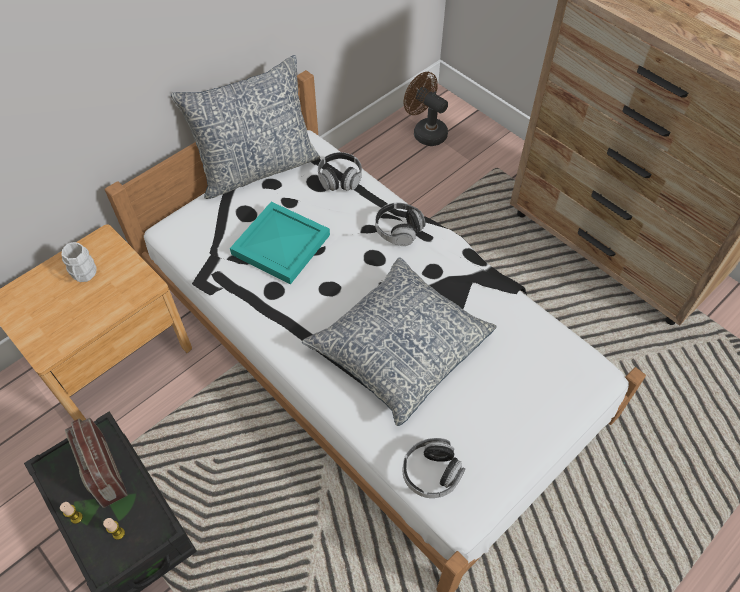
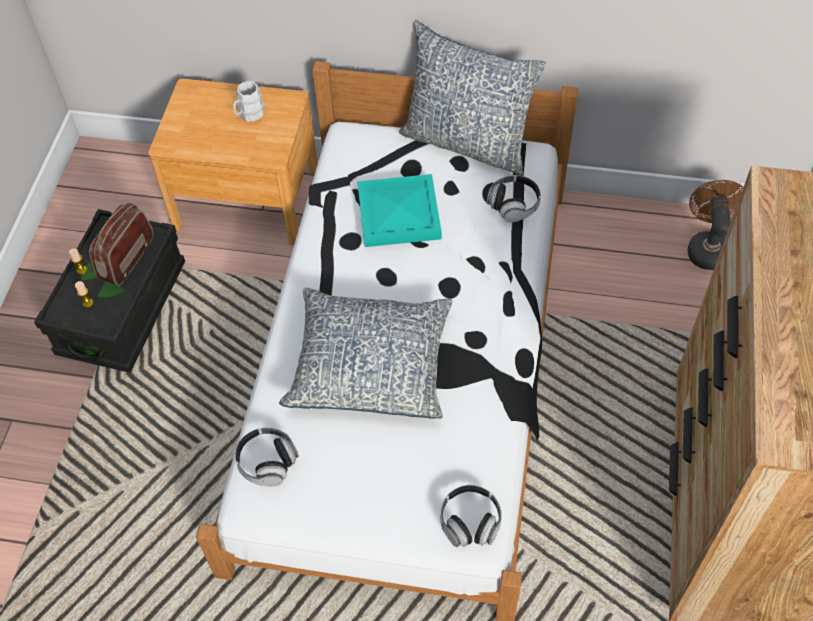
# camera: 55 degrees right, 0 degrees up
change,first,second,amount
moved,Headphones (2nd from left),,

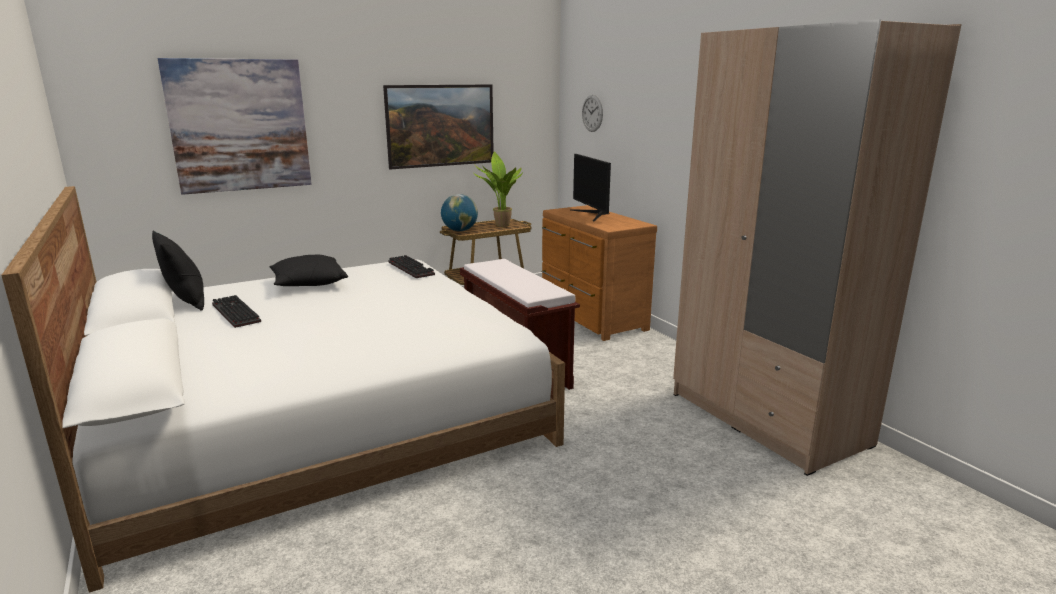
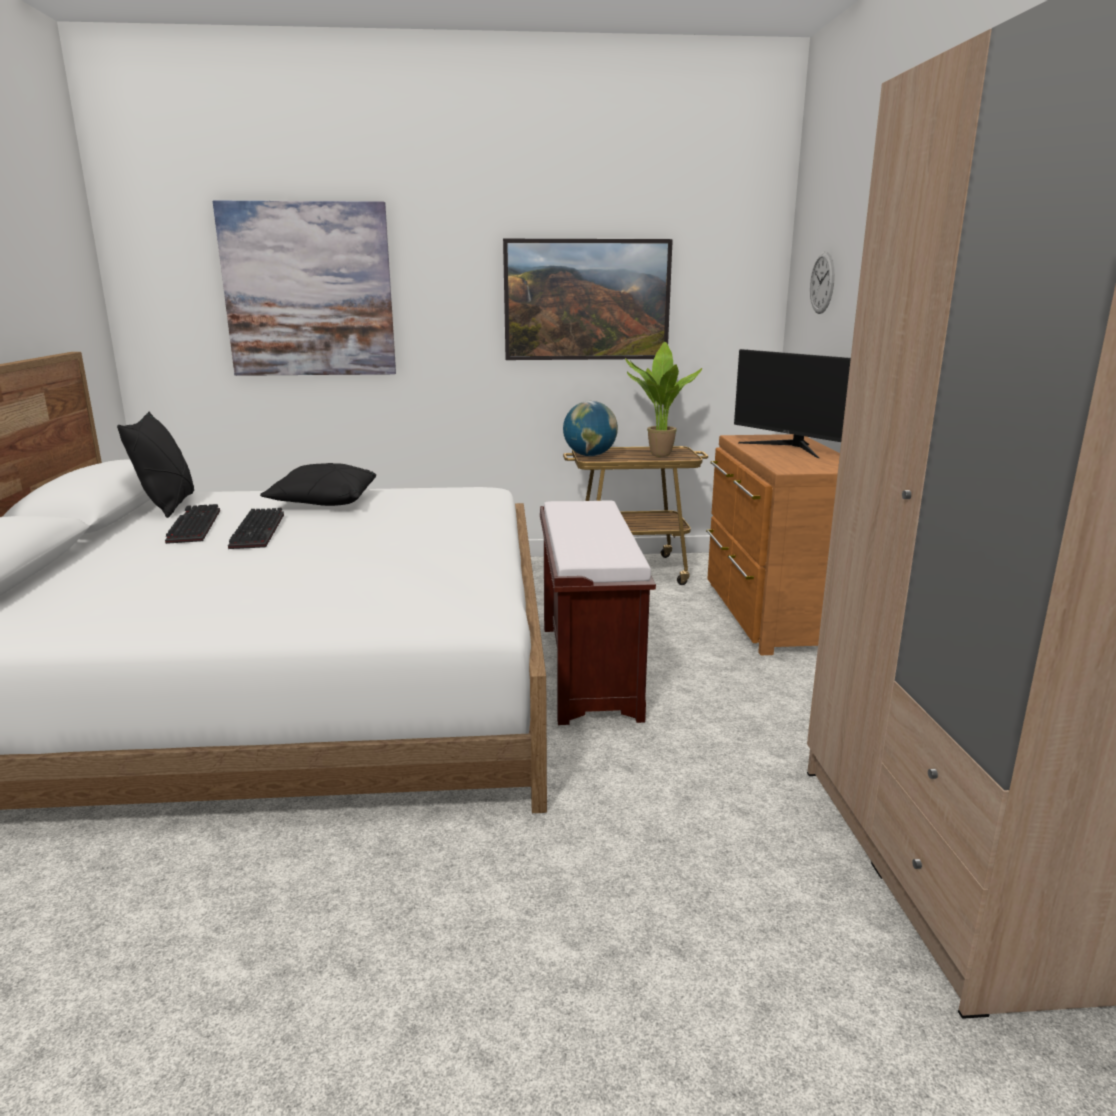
# camera: 25 degrees right, 0 degrees up
change,first,second,amount
moved,Keyboard (2nd from left),,
turned,Monitor,,45 degrees counterclockwise

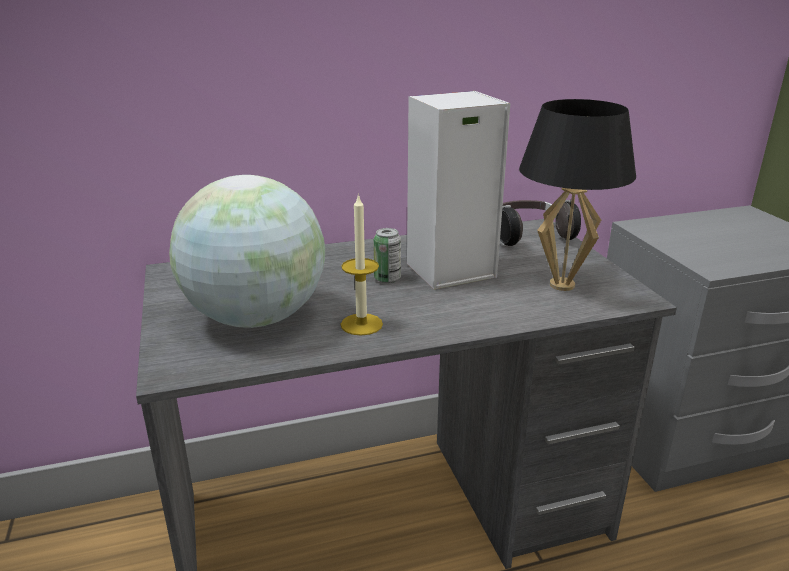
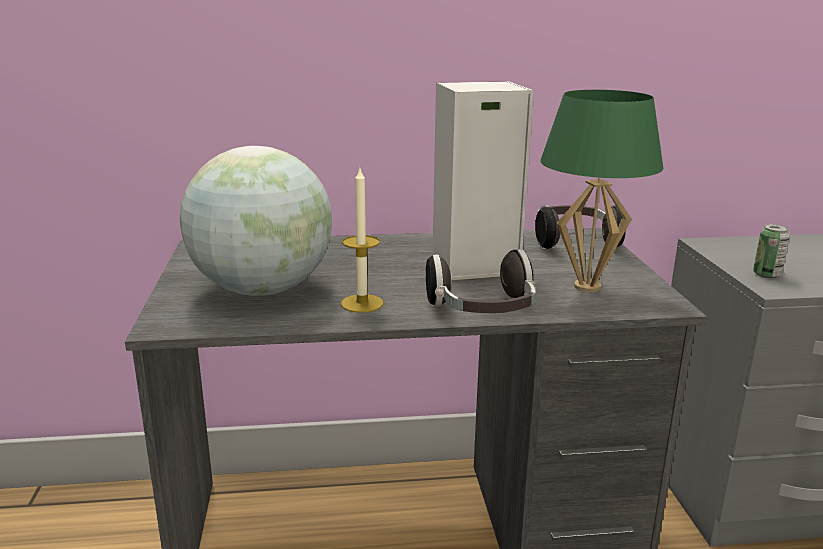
# camera: 10 degrees right, 5 degrees down
change,first,second,amount
added,,Headphones (1st from left),
moved,Can,,
recoloured,BlackTableLamp,GreenTableLamp,

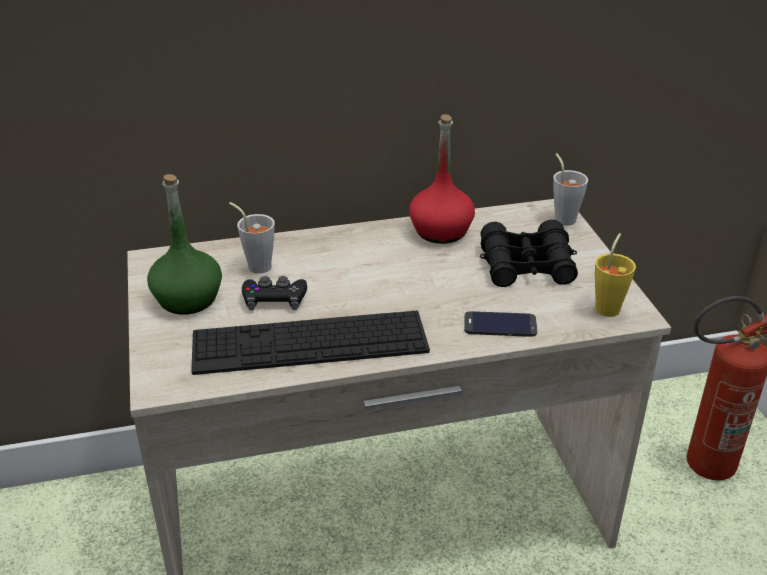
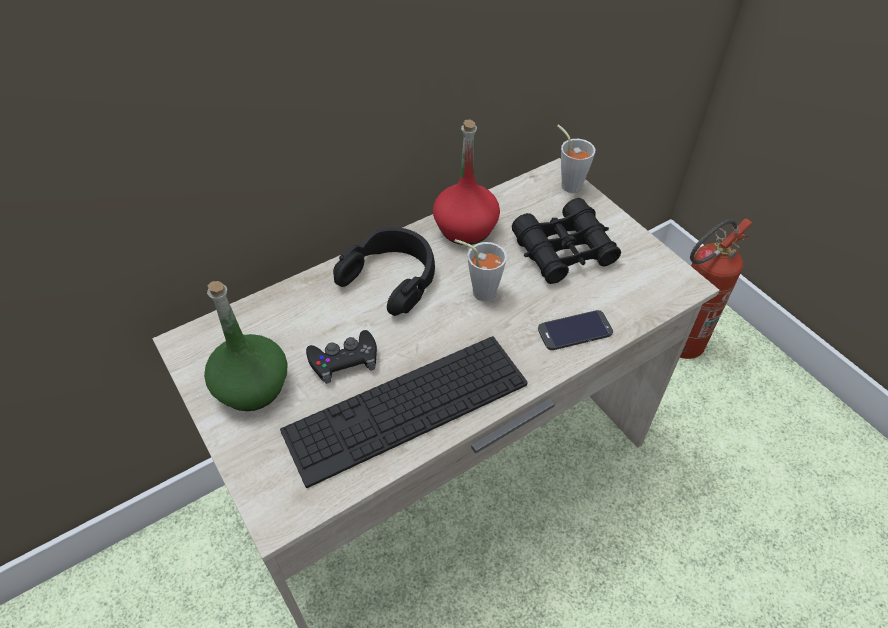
# camera: 20 degrees left, 15 degrees up
change,first,second,amount
removed,YellowCup,,
added,,BlackHeadphones,
moved,GreyCup (1st from left),,

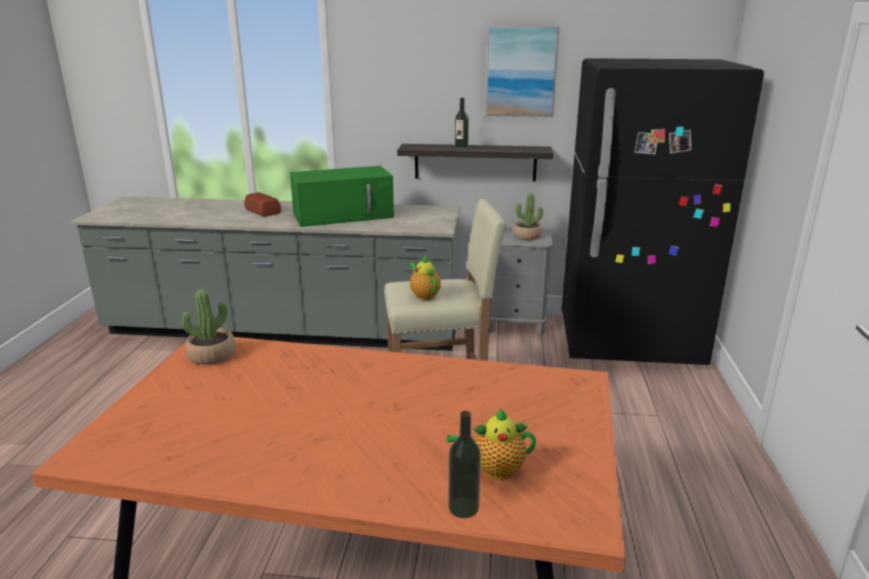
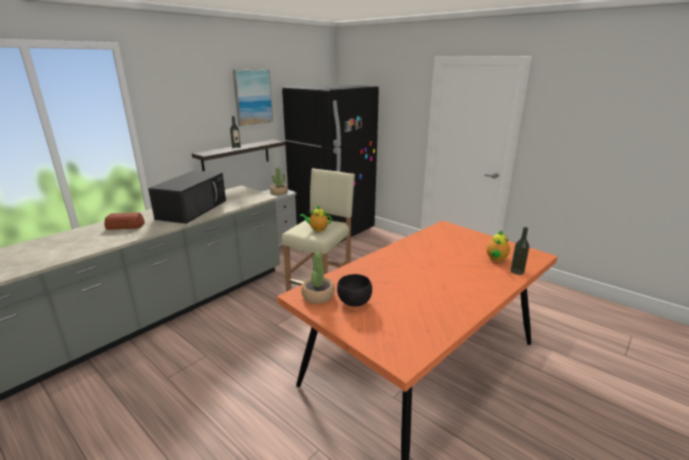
# camera: 55 degrees left, 0 degrees up
change,first,second,amount
added,,BlackBowl,
recoloured,GreenMicrowave,BlackMicrowave,

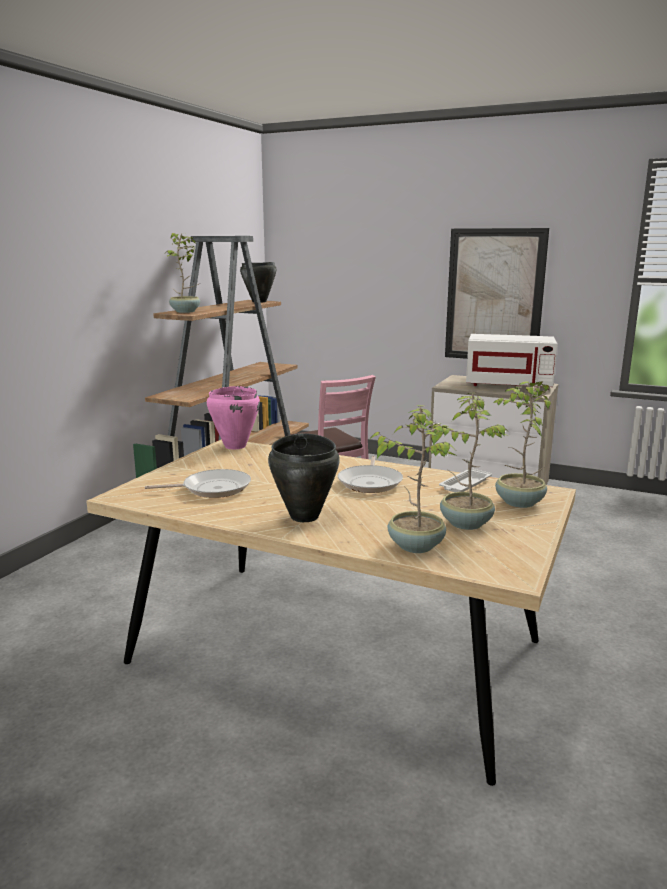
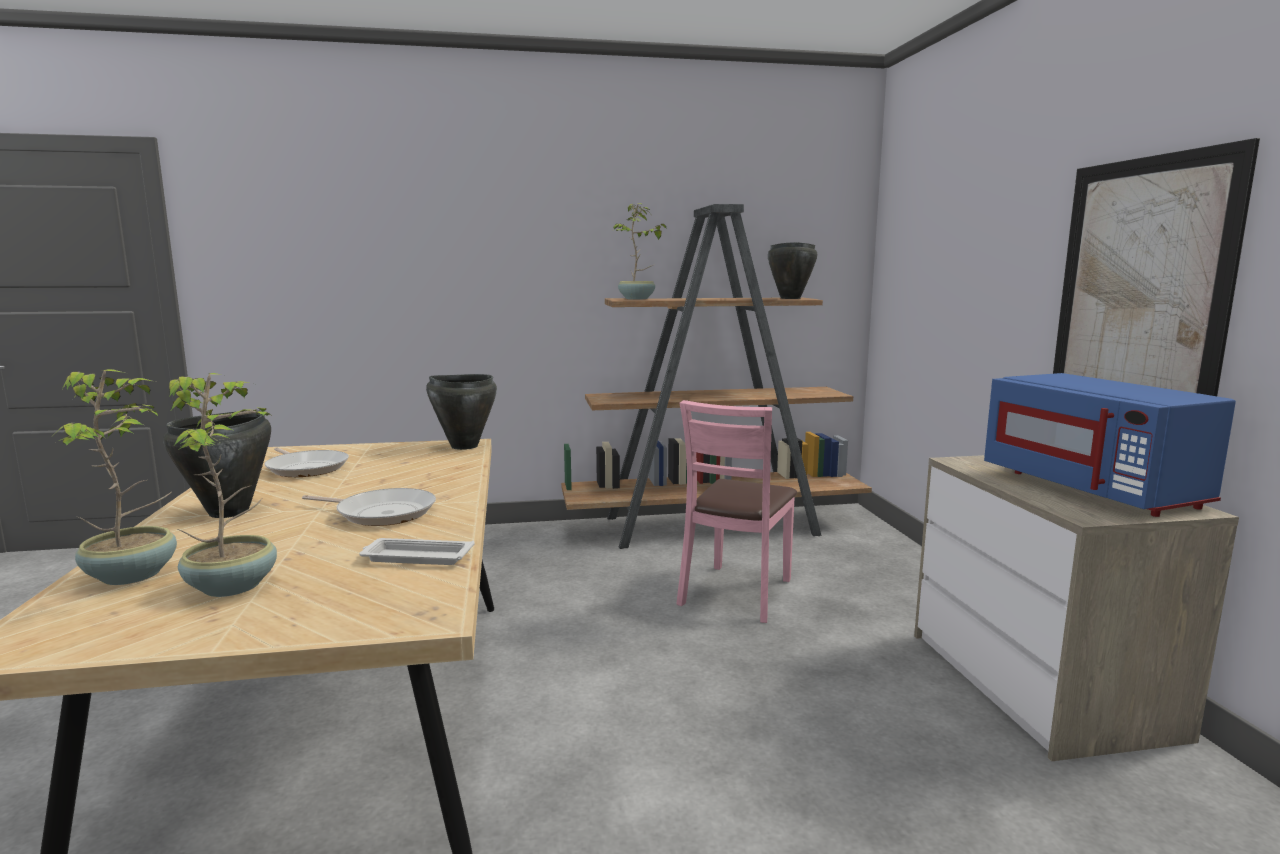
# camera: 55 degrees right, 5 degrees down
change,first,second,amount
removed,PottedPlant (4th from left),,
recoloured,PinkCookingPot,BlackCookingPot (2nd from left),
recoloured,WhiteMicrowave,BlueMicrowave,
turned,FryingPan (2nd from left),,135 degrees counterclockwise

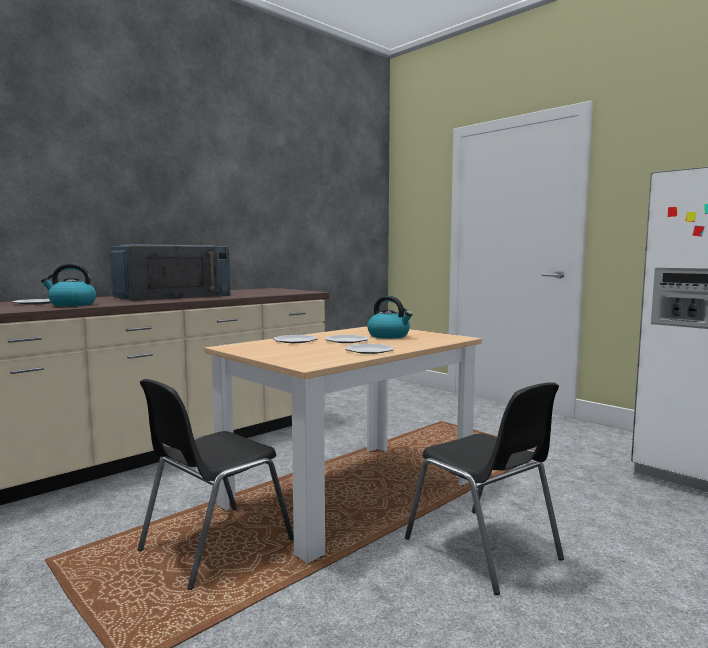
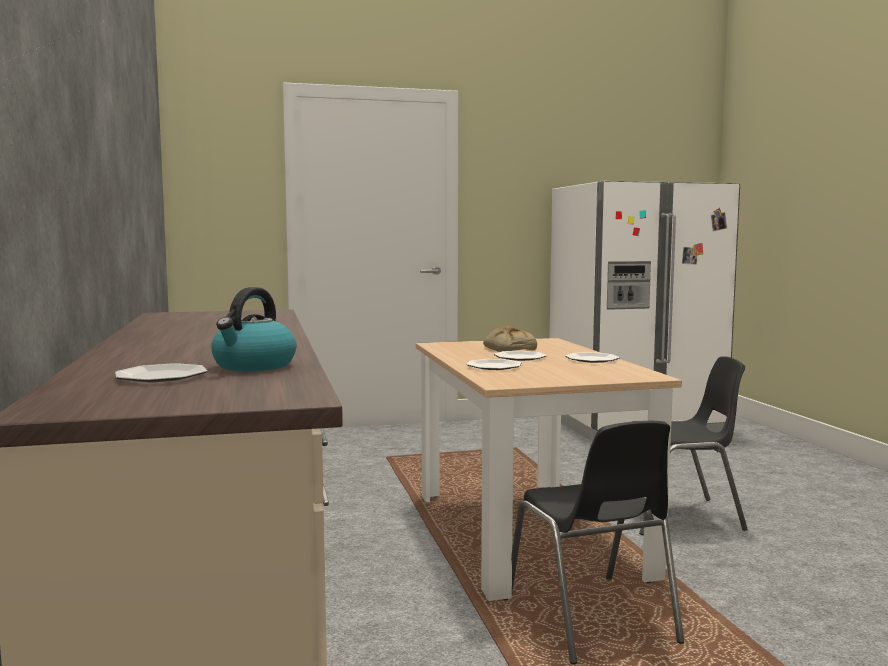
# camera: 60 degrees left, 0 degrees up
change,first,second,amount
removed,BlueMicrowave,,
replaced,Kettle (2nd from left),Bread,

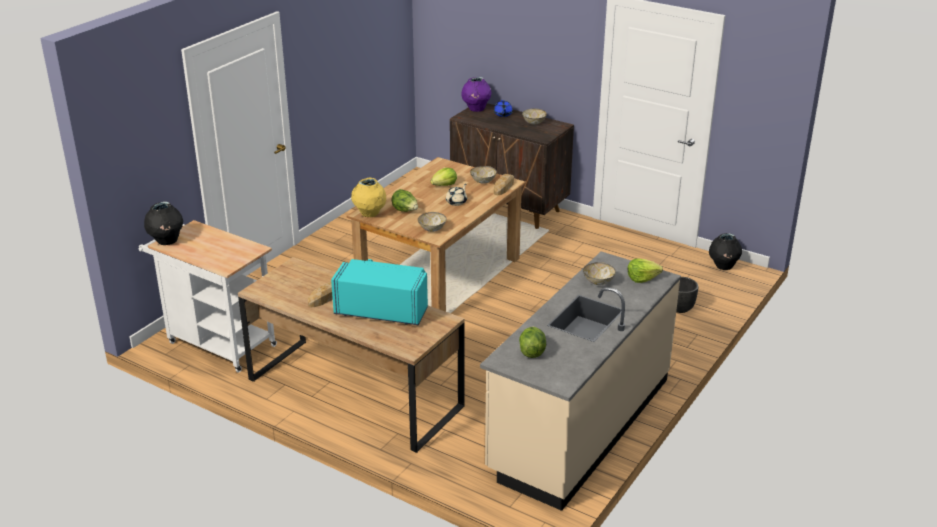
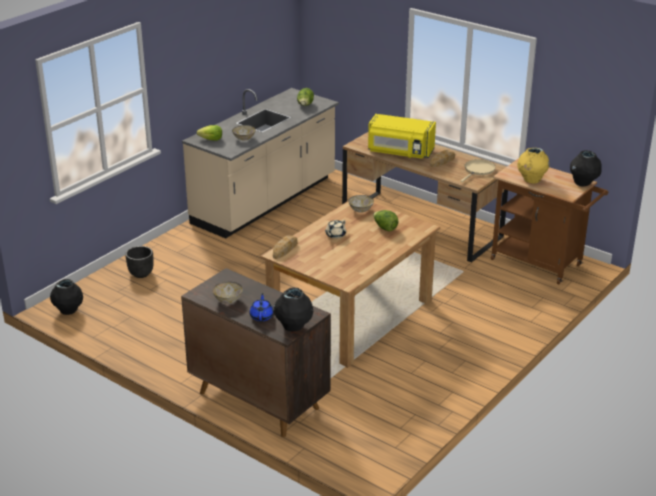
# camera: 175 degrees left, 0 degrees up
change,first,second,amount
removed,Lettuce (2nd from left),,
removed,Bowl (2nd from left),,
added,,BeigeFryingPan,
moved,YellowVase,,
recoloured,WhiteCart,BrownCart,
recoloured,TurquoiseMicrowave,YellowMicrowave,
recoloured,PurpleVase,BlackVase (2nd from left),

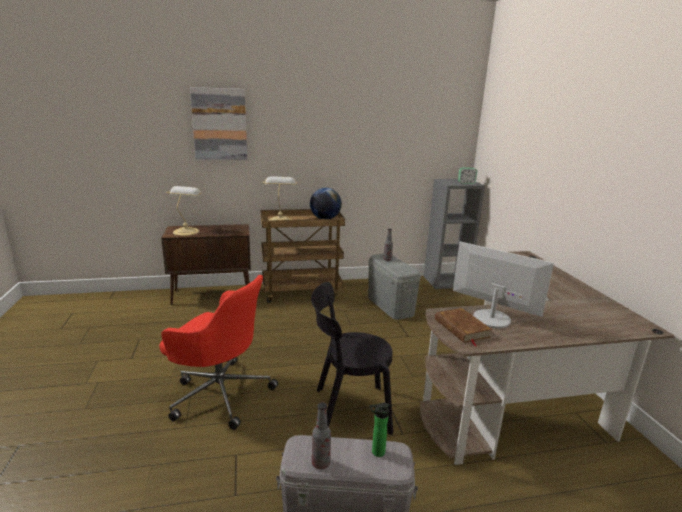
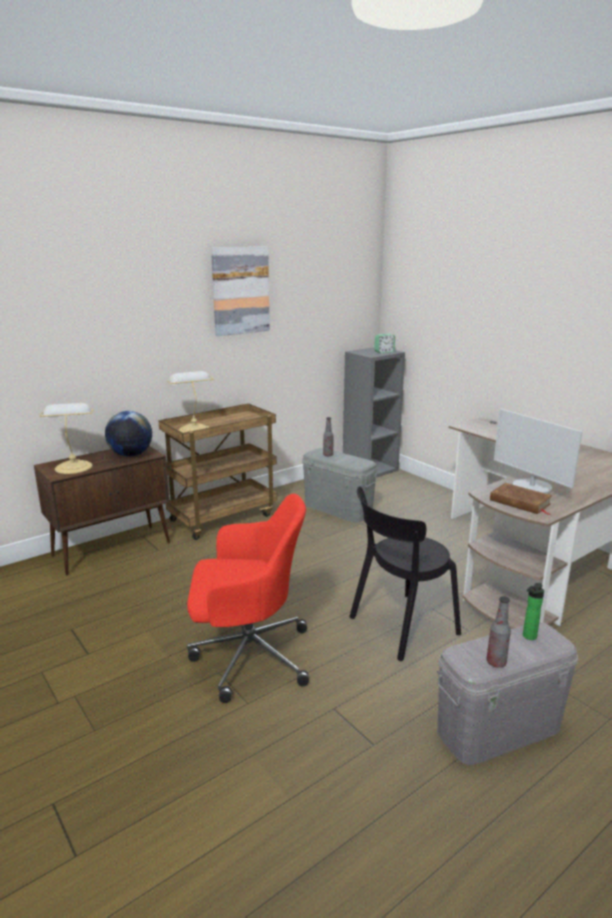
# camera: 25 degrees left, 0 degrees up
change,first,second,amount
moved,Picture,,
moved,Globe,,
turned,Monitor,,135 degrees counterclockwise

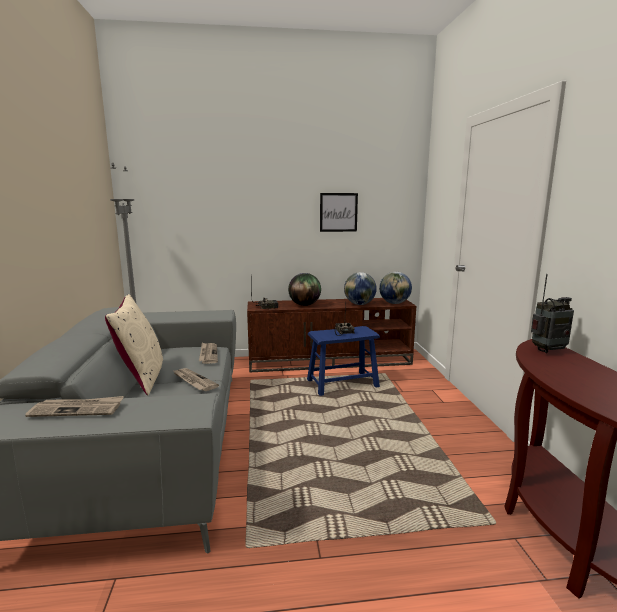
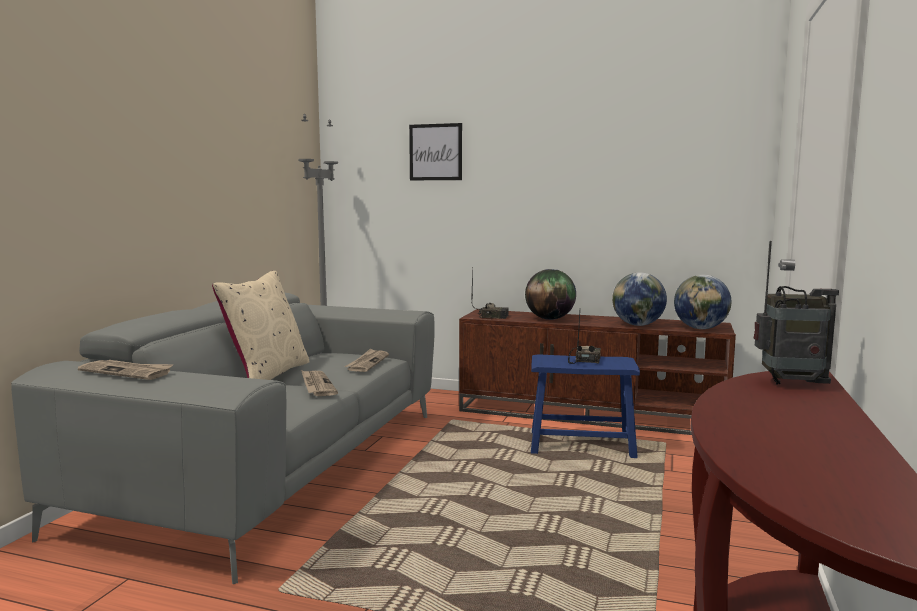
# camera: 25 degrees right, 5 degrees down
change,first,second,amount
moved,Picture,,

